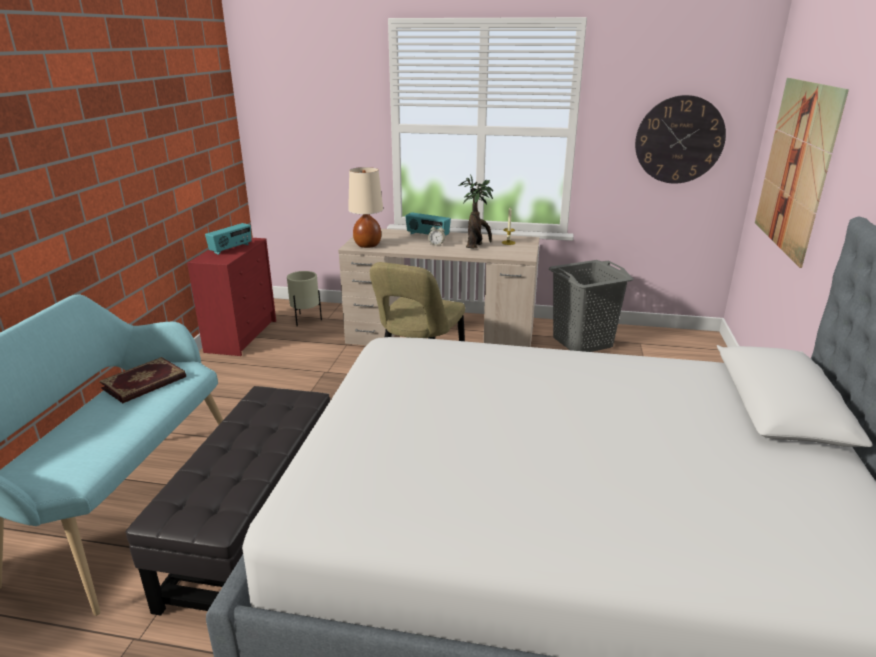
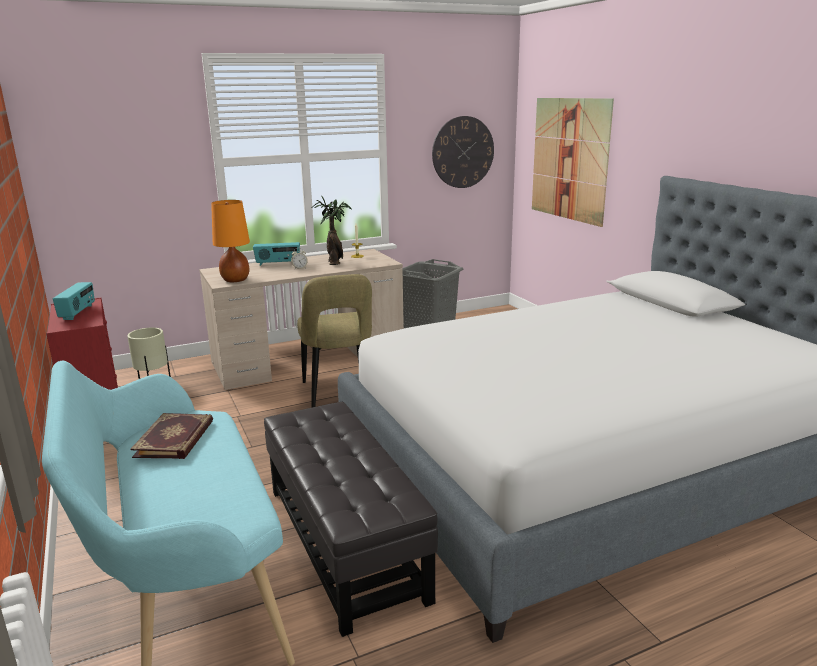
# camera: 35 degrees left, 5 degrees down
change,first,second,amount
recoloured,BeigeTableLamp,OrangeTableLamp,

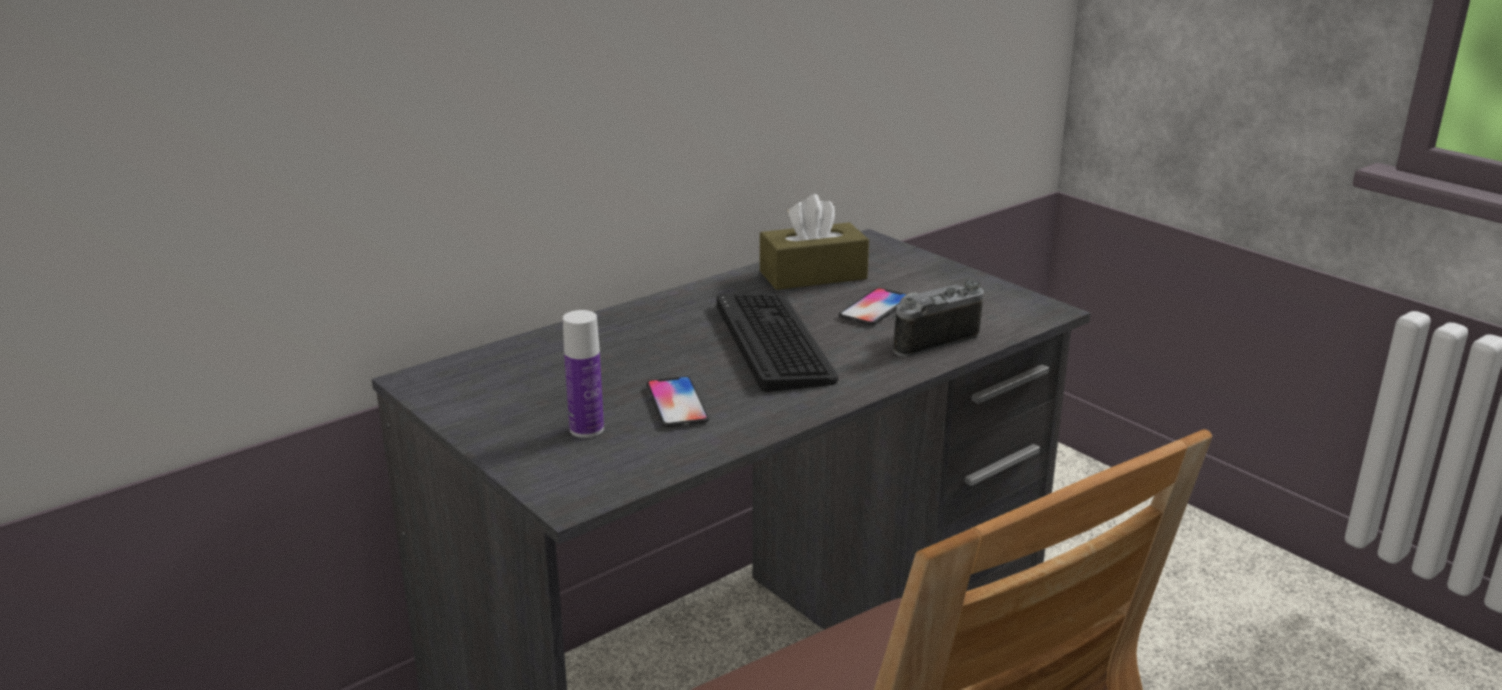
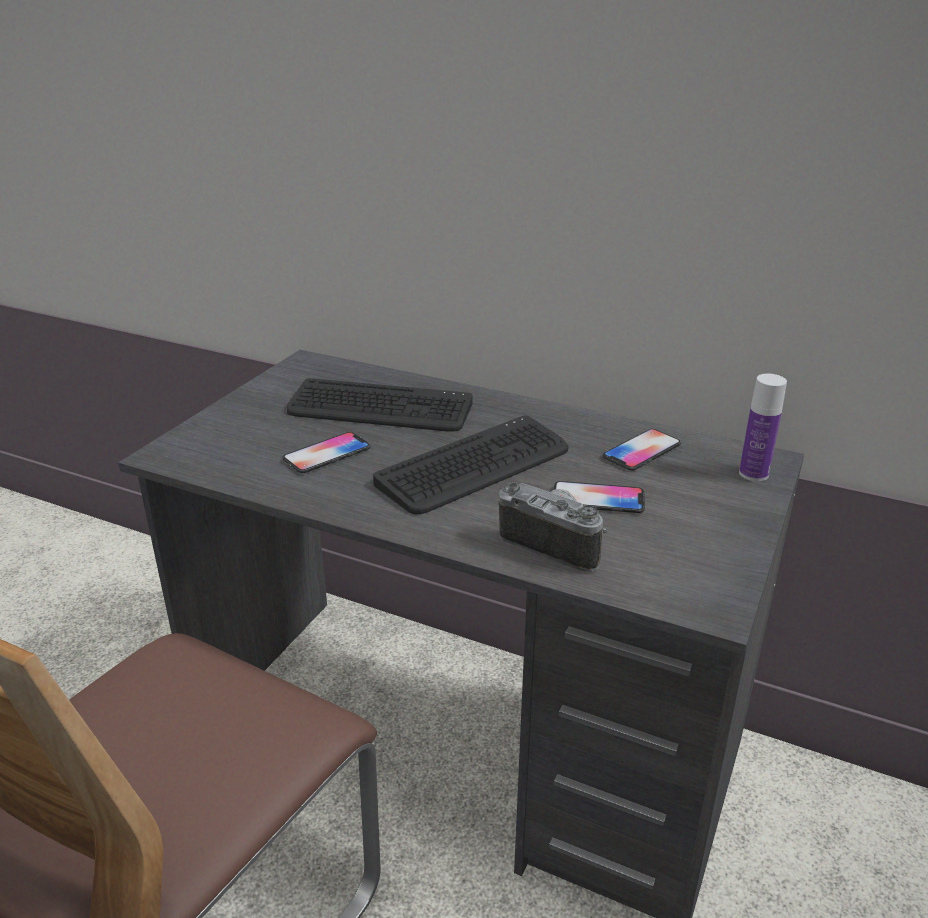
# camera: 65 degrees right, 5 degrees up
change,first,second,amount
added,,Keyboard (1st from left),
moved,Bottle,,
replaced,BrownTissueBox,Phone (3rd from left),

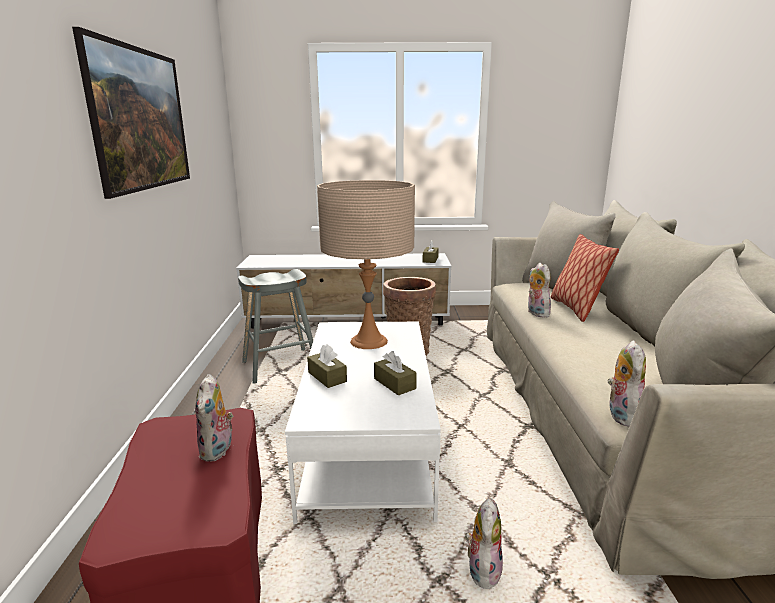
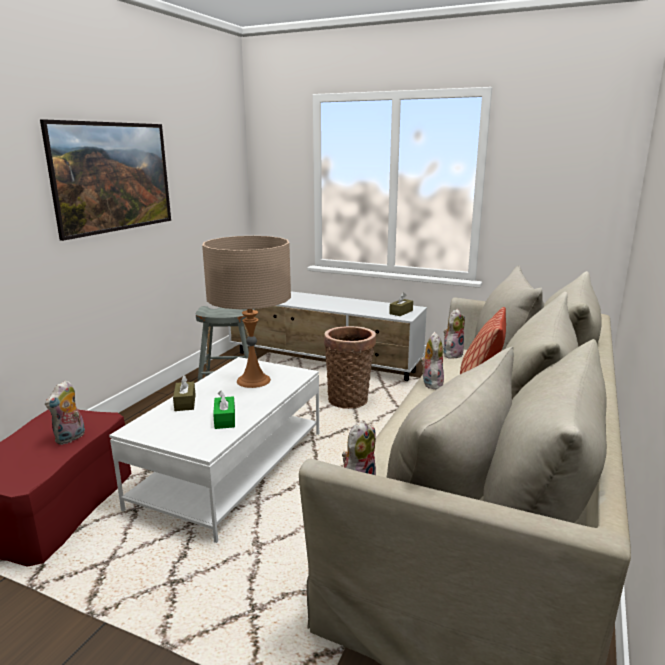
# camera: 25 degrees right, 0 degrees up
change,first,second,amount
moved,PlushToy (2nd from left in the first image),PlushToy (4th from left),
recoloured,BrownTissueBox (2nd from left),GreenTissueBox,

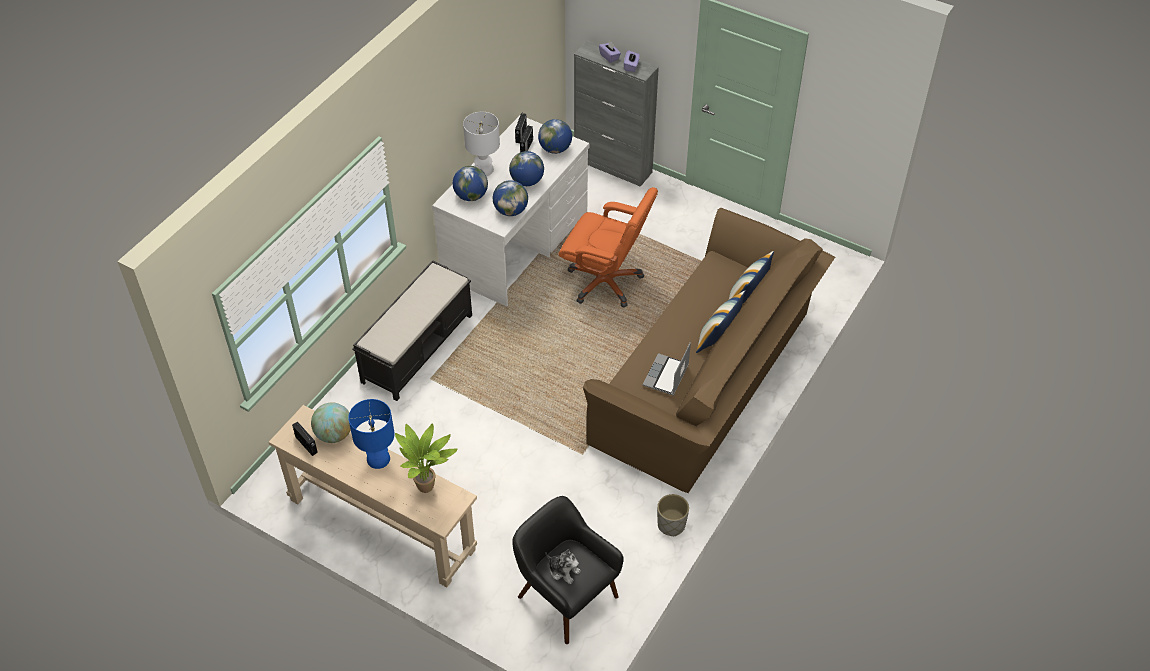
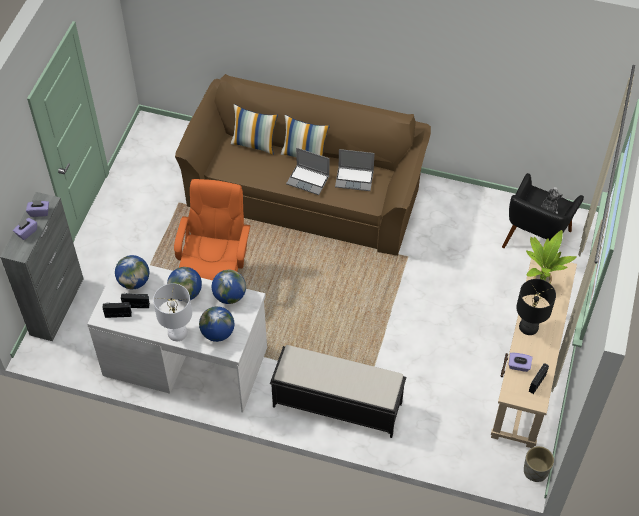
# camera: 105 degrees left, 5 degrees up
change,first,second,amount
added,,Laptop (1st from left),
moved,GreyPlanter,,
replaced,Globe (1st from left),PurpleTissueBox (3rd from left),
recoloured,BlueTableLamp,BlackTableLamp,

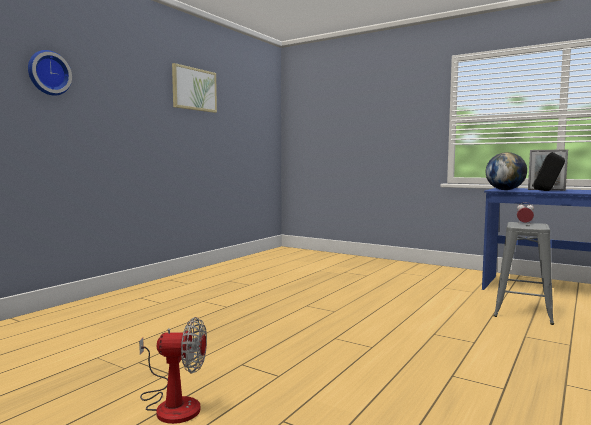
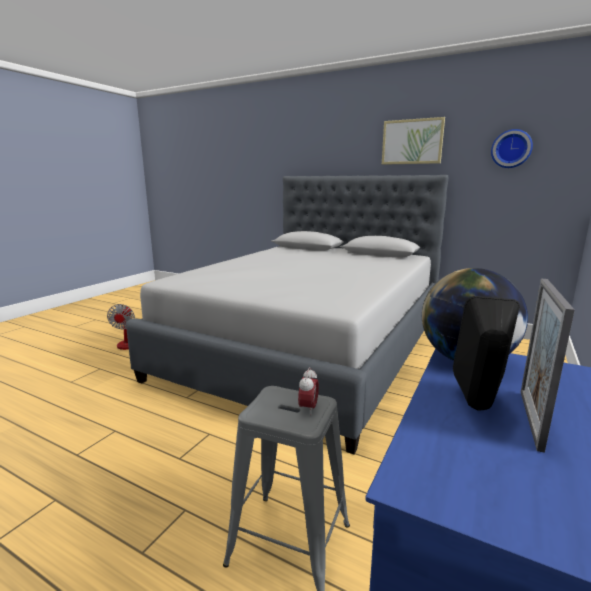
# camera: 85 degrees right, 10 degrees up
change,first,second,amount
added,,GreyBed,
moved,WallClock,,

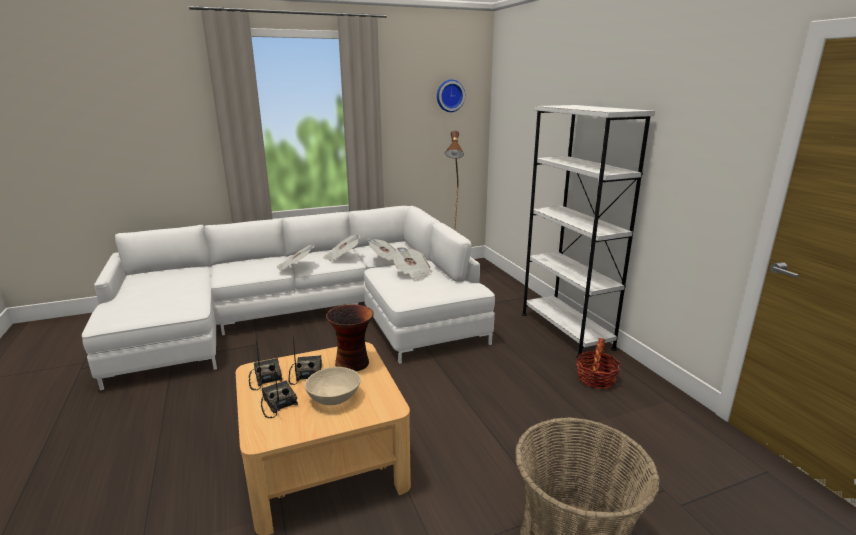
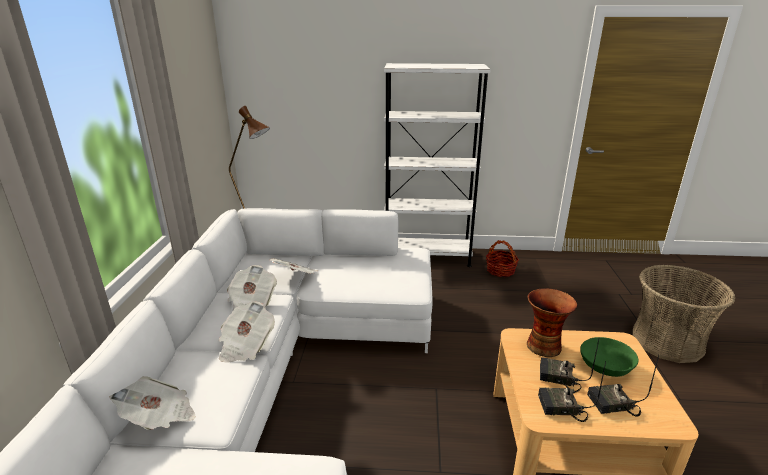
# camera: 65 degrees left, 5 degrees up
change,first,second,amount
removed,WallClock,,
moved,Newspaper (4th from left in the first image),Newspaper (1st from left),
recoloured,BeigeBowl,GreenBowl,

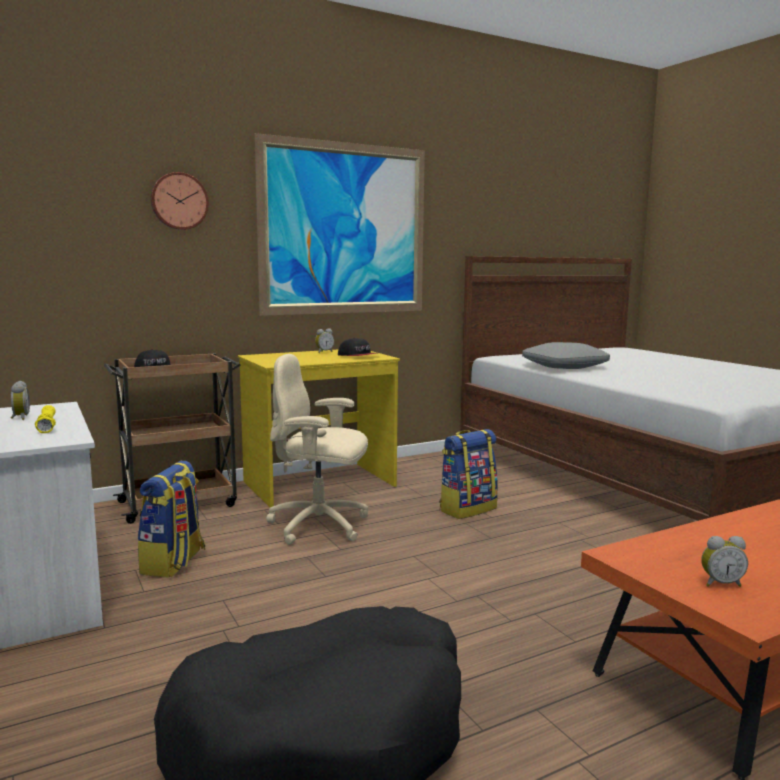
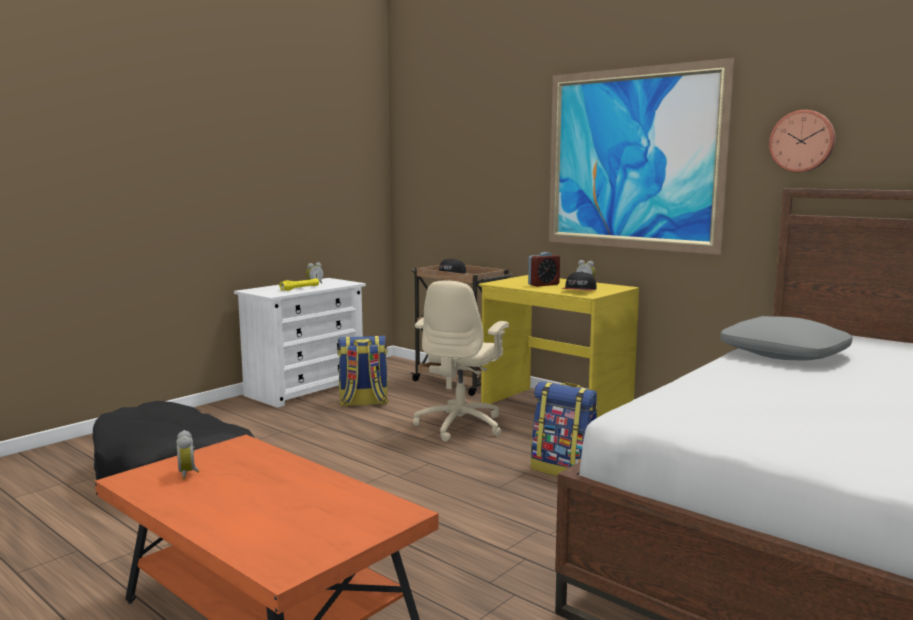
# camera: 70 degrees right, 0 degrees up
change,first,second,amount
added,,AlarmClock (3rd from left),
moved,WallClock,,
turned,BeigeOfficeChair,,150 degrees counterclockwise

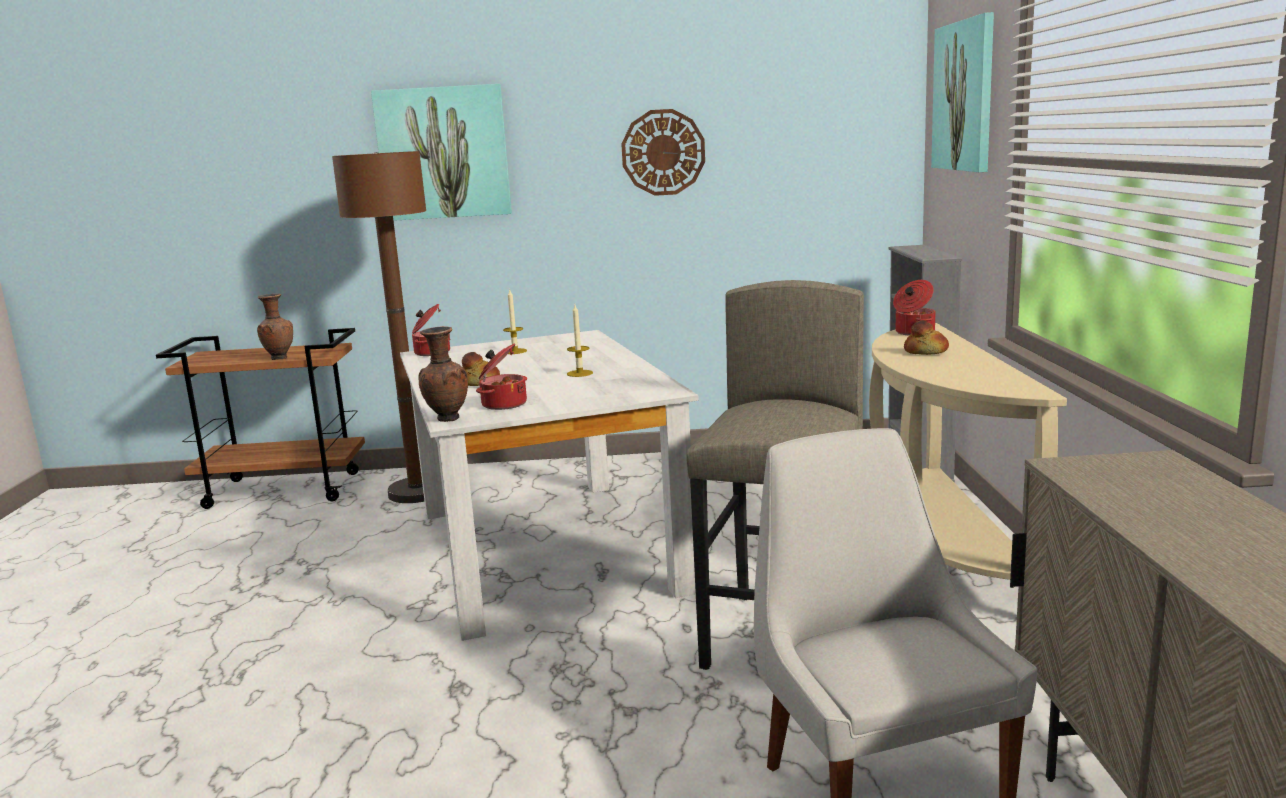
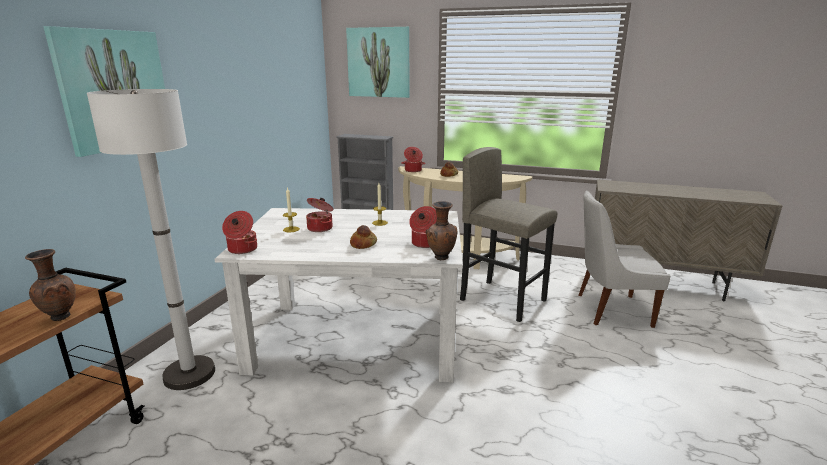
# camera: 70 degrees left, 5 degrees up
change,first,second,amount
removed,WallClock,,
added,,CookingPot (2nd from left),
recoloured,BrownFloorLamp,WhiteFloorLamp,

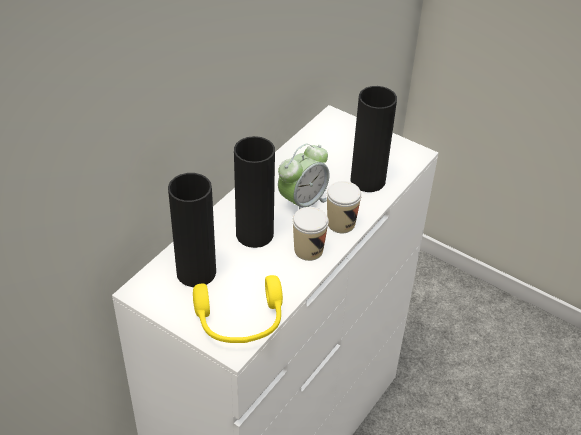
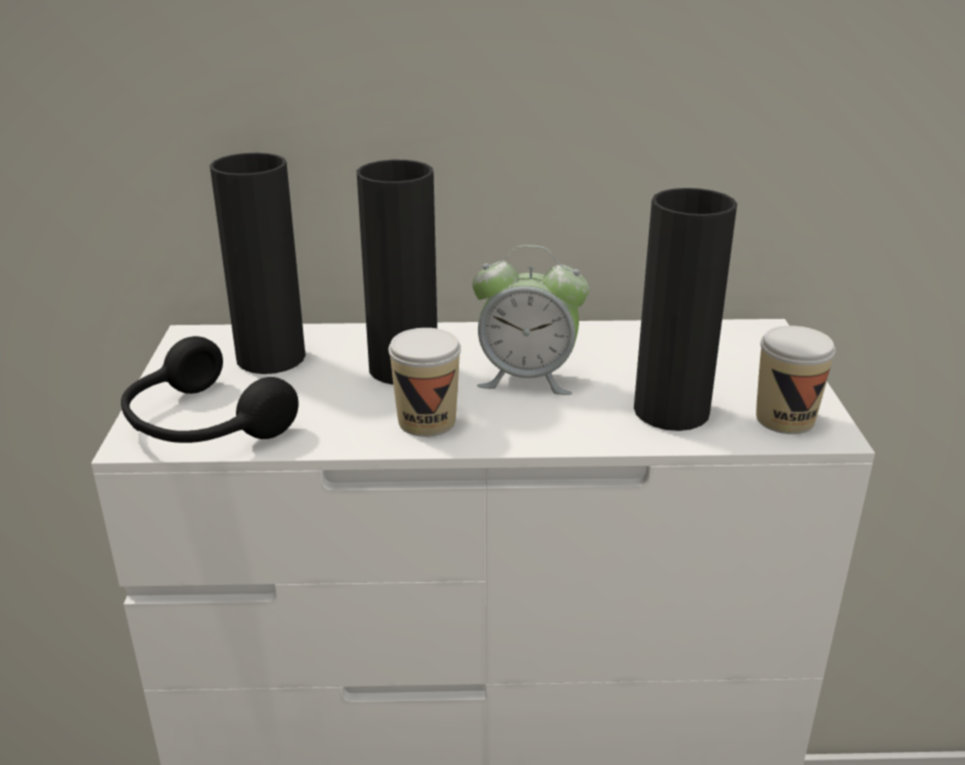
# camera: 55 degrees right, 15 degrees down
change,first,second,amount
moved,Cup (2nd from left),,
recoloured,YellowHeadphones,BlackHeadphones,

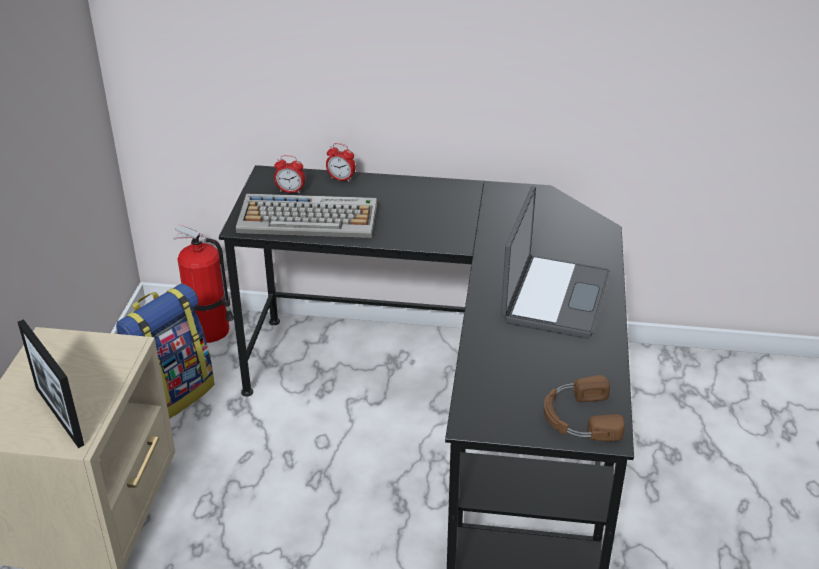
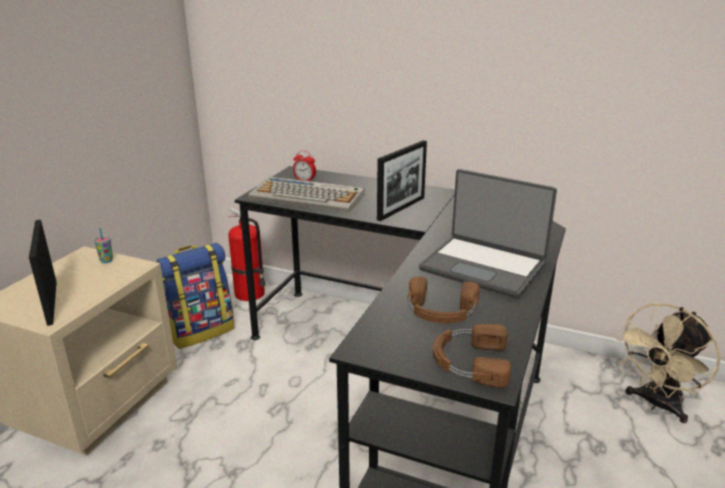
# camera: 15 degrees right, 10 degrees down
change,first,second,amount
removed,AlarmClock (2nd from left),,
added,,Cup,
added,,PictureFrame (2nd from left),
added,,BrownHeadphones (1st from left),
added,,BeigeFan,
turned,Laptop,,90 degrees clockwise

